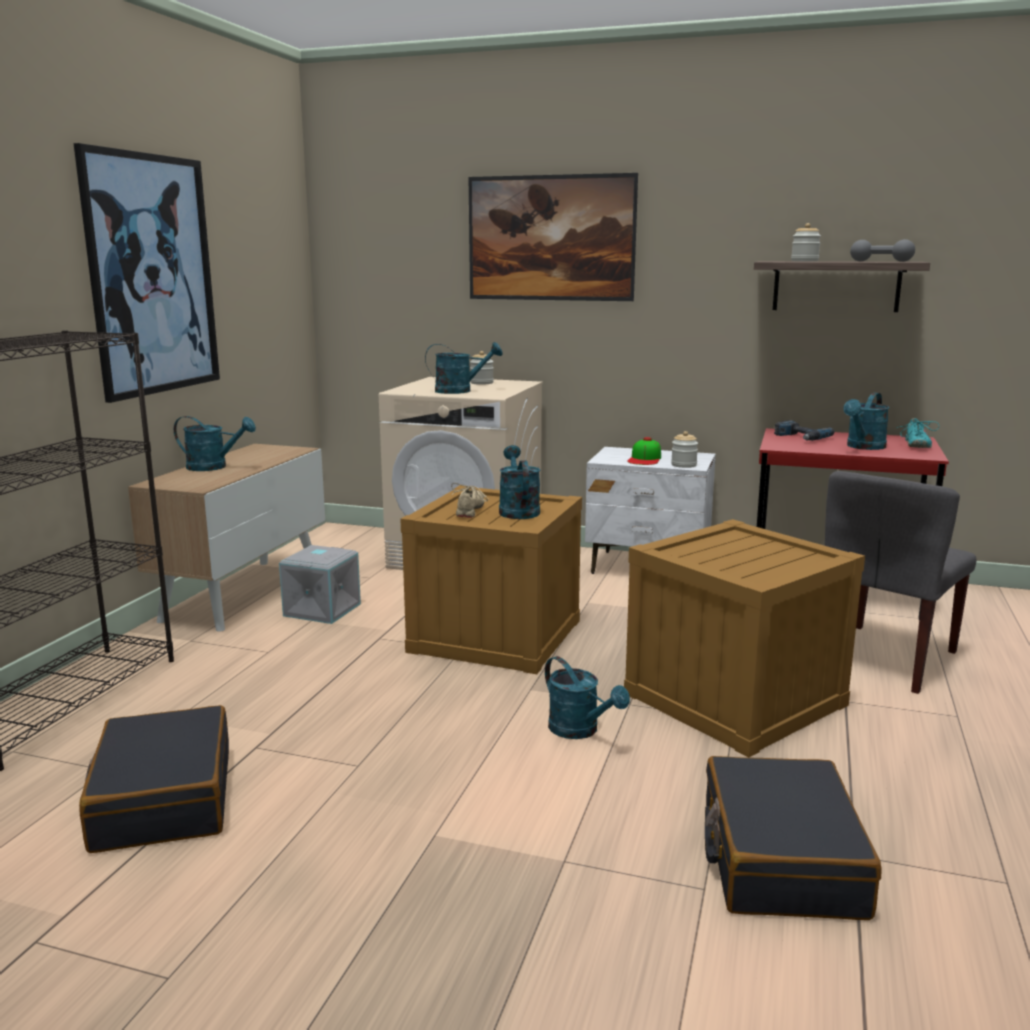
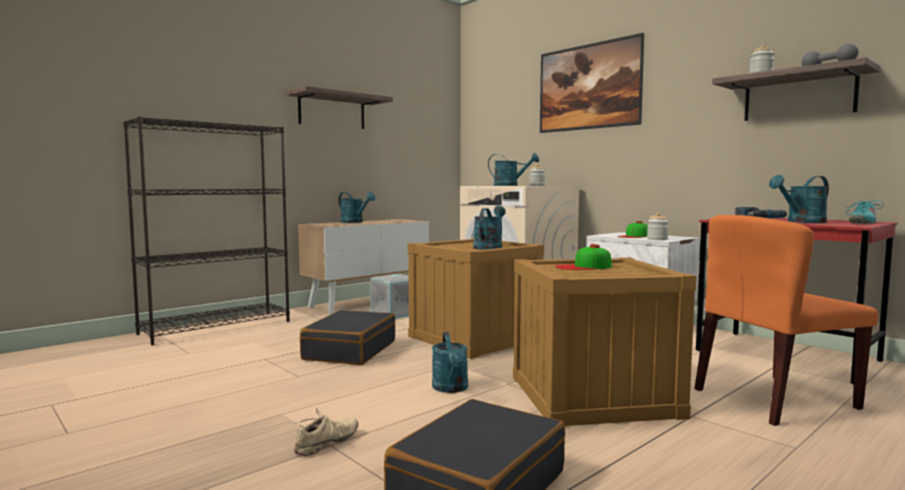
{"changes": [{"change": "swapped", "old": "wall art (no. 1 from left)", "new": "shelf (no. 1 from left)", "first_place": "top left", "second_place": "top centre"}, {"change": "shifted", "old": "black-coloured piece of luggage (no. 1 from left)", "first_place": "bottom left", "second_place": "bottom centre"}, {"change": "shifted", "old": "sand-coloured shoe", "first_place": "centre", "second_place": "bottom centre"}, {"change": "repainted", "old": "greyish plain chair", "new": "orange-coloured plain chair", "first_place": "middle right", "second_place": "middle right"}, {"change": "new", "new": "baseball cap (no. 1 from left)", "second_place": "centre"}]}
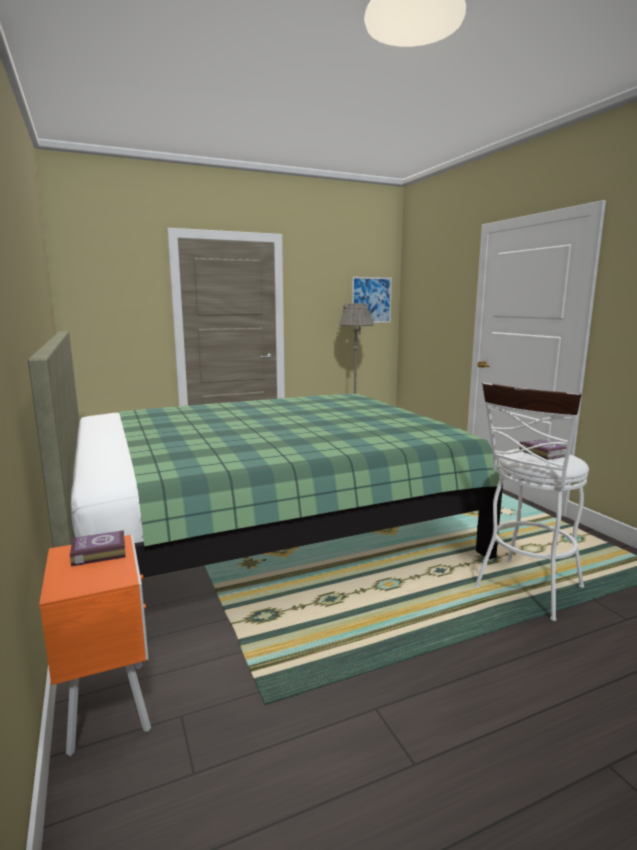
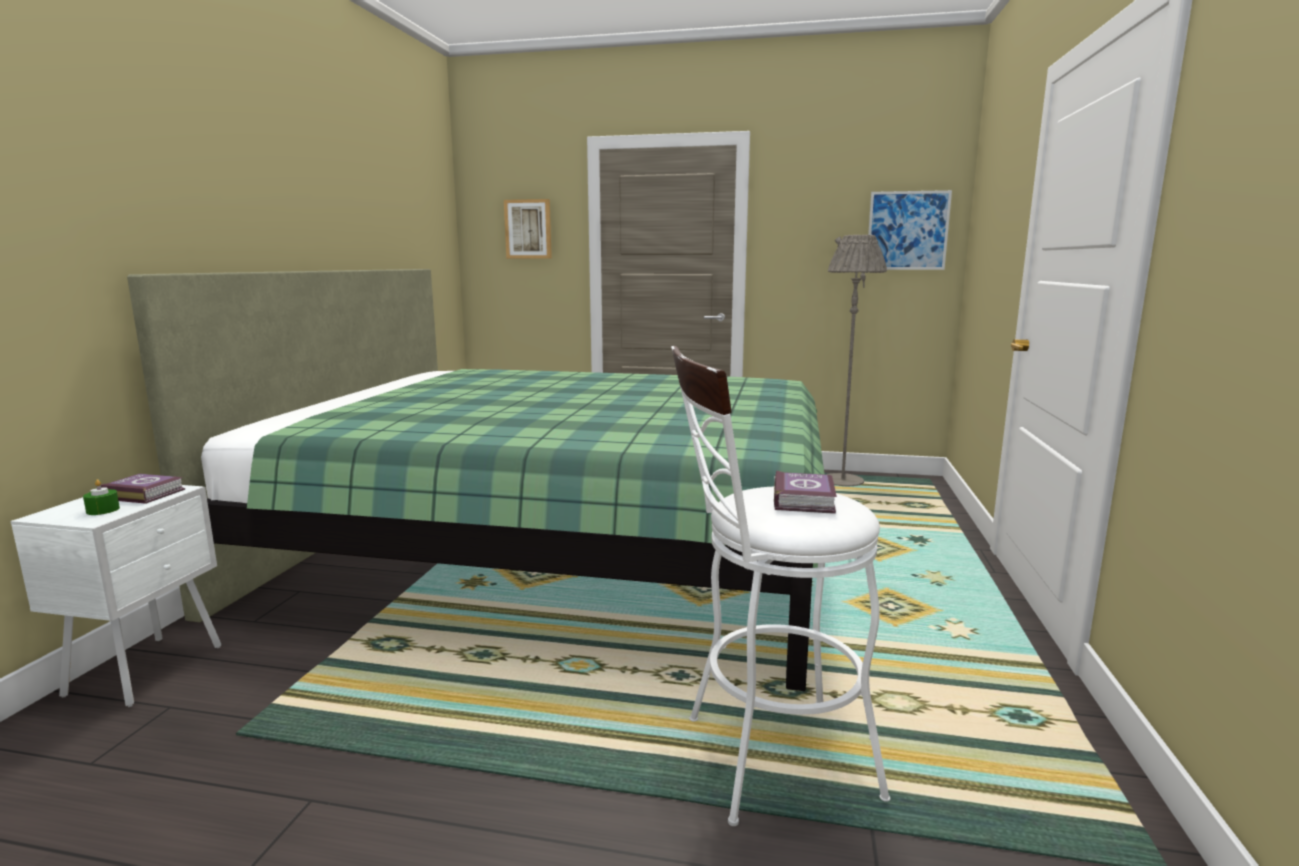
{"changes": [{"change": "repainted", "old": "orange-coloured night table", "new": "whitish night table", "first_place": "bottom left", "second_place": "bottom left"}, {"change": "new", "new": "green-coloured wax candle", "second_place": "middle left"}, {"change": "new", "new": "wall art (no. 1 from left)", "second_place": "top centre"}]}
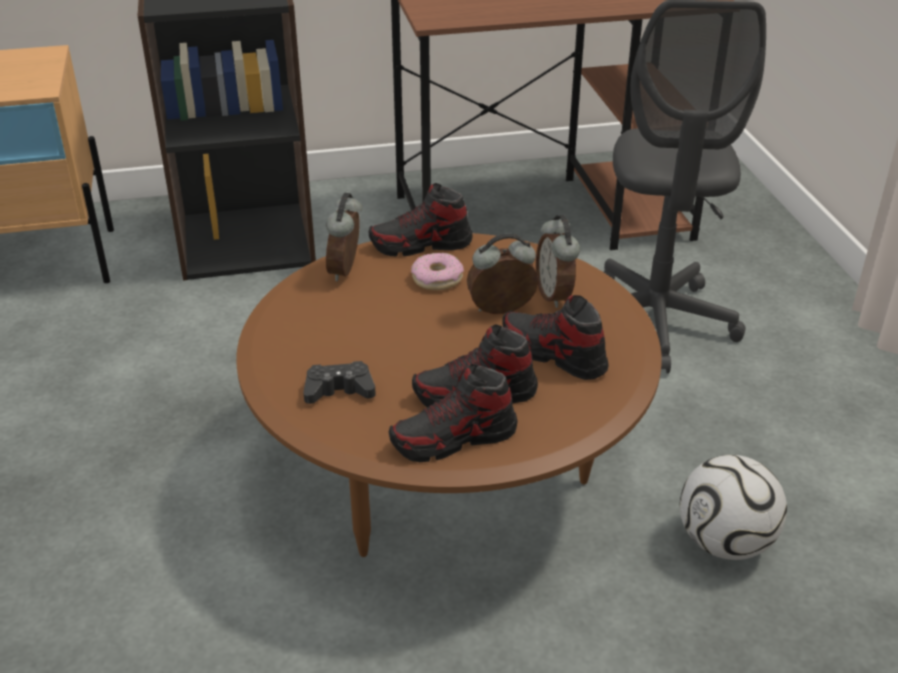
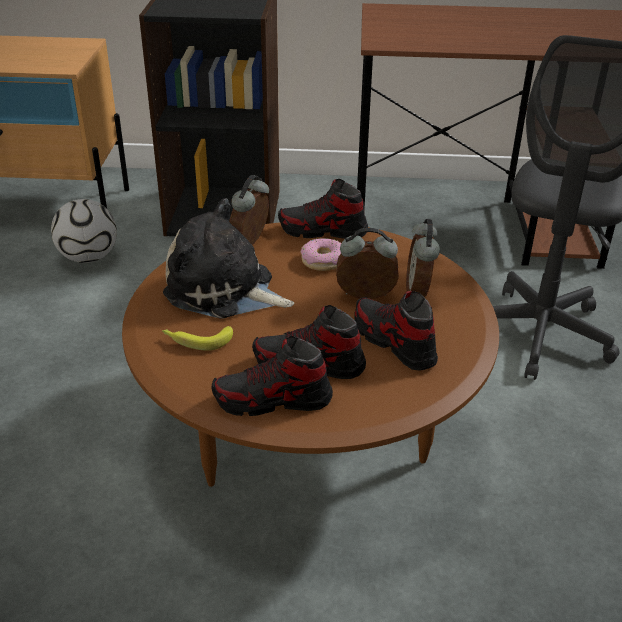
{"changes": [{"change": "swapped", "old": "black-coloured gamepad", "new": "banana", "first_place": "centre", "second_place": "middle left"}, {"change": "shifted", "old": "ball for football", "first_place": "bottom right", "second_place": "middle left"}, {"change": "new", "new": "plush toy", "second_place": "centre"}]}
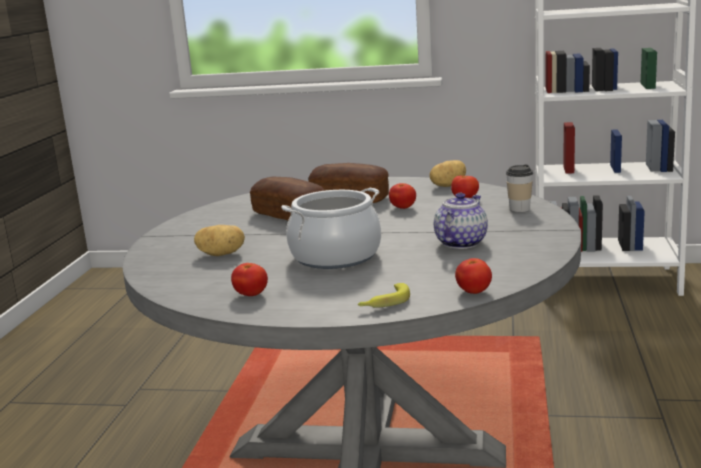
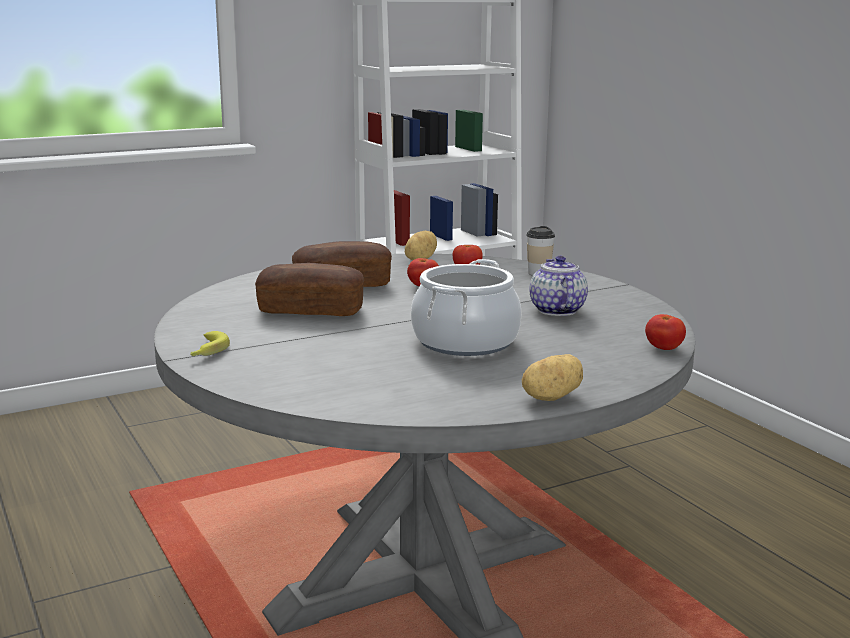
{"changes": [{"change": "shifted", "old": "potato (no. 1 from left in the first image)", "new": "potato (no. 2 from left)", "first_place": "middle left", "second_place": "centre"}, {"change": "gone", "old": "tomato (no. 1 from left)", "first_place": "centre"}, {"change": "shifted", "old": "banana", "first_place": "centre", "second_place": "middle left"}]}
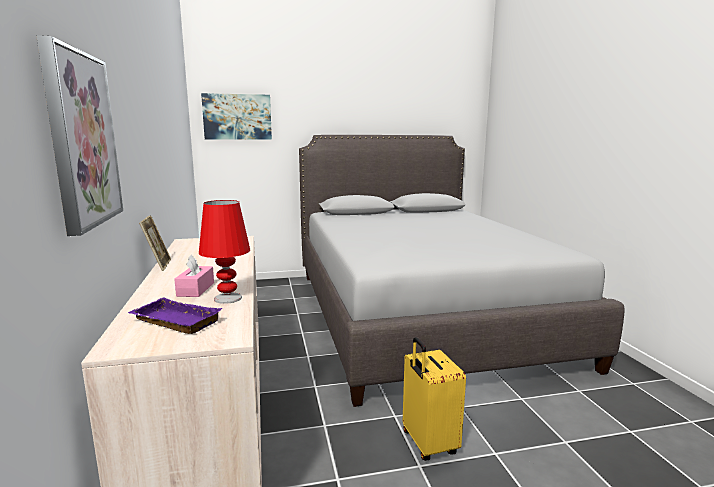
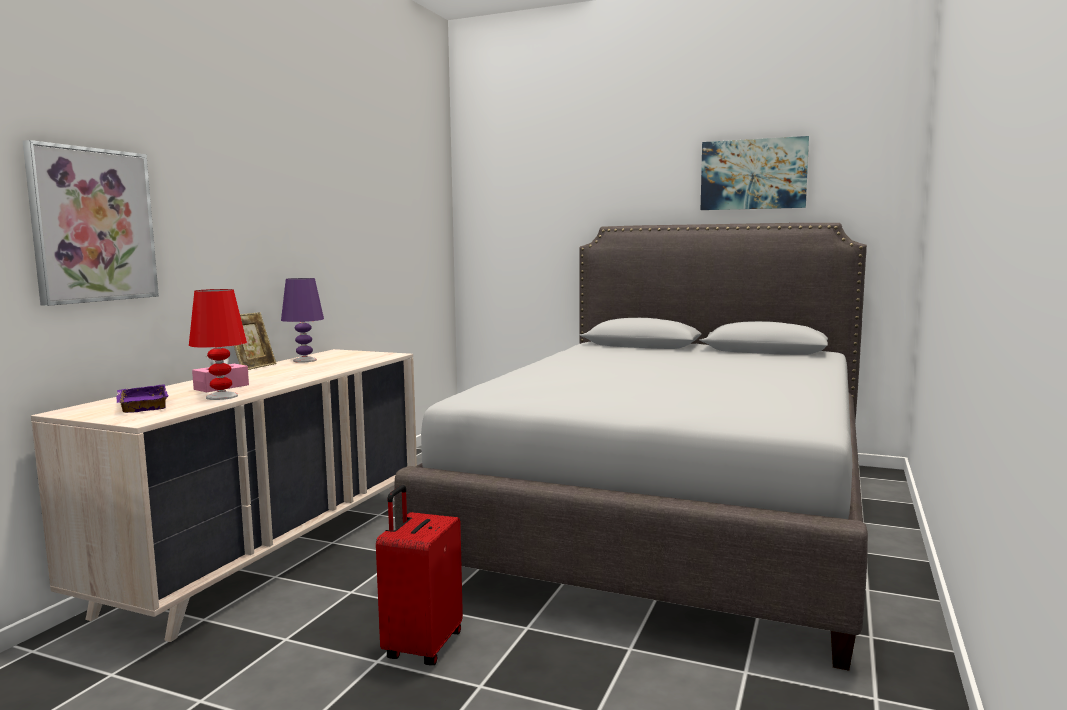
{"changes": [{"change": "shifted", "old": "wall art (no. 2 from left)", "first_place": "top left", "second_place": "top right"}, {"change": "repainted", "old": "yellow piece of luggage", "new": "reddish piece of luggage", "first_place": "bottom centre", "second_place": "bottom centre"}, {"change": "new", "new": "purplish lamp for a table", "second_place": "middle left"}]}
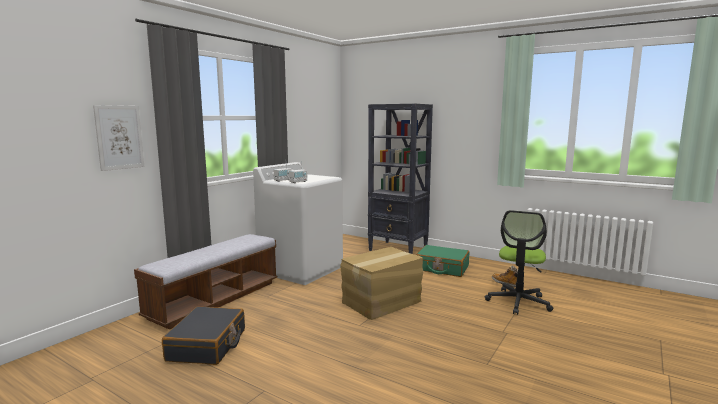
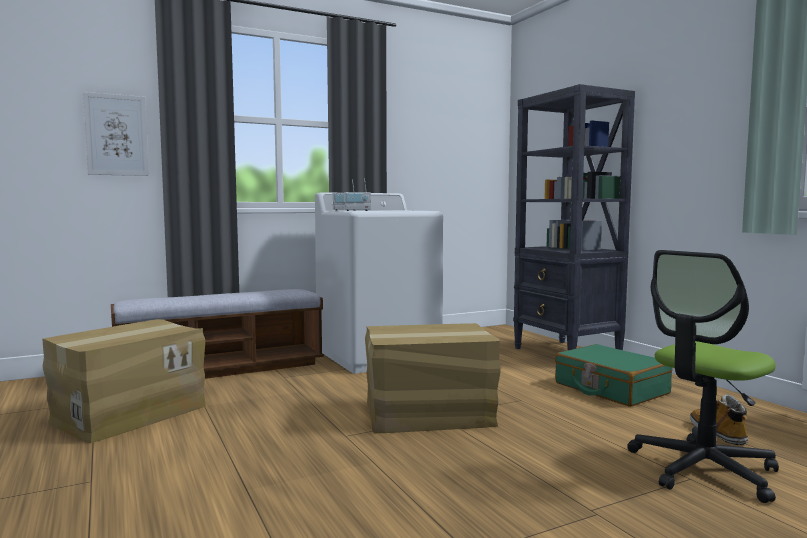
{"changes": [{"change": "swapped", "old": "black-coloured piece of luggage", "new": "carton (no. 1 from left)", "first_place": "bottom left", "second_place": "bottom left"}]}
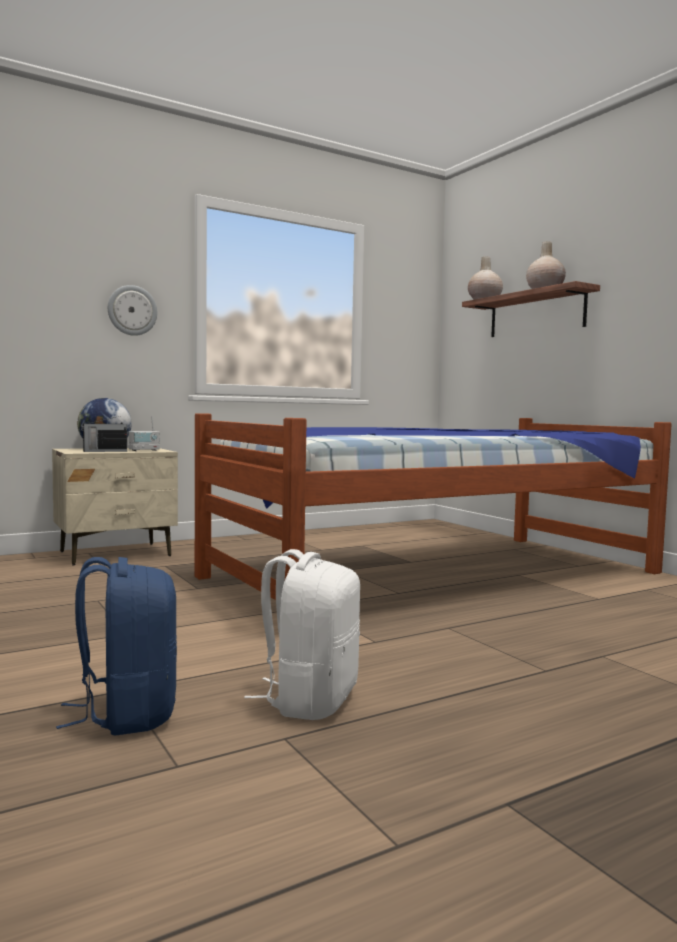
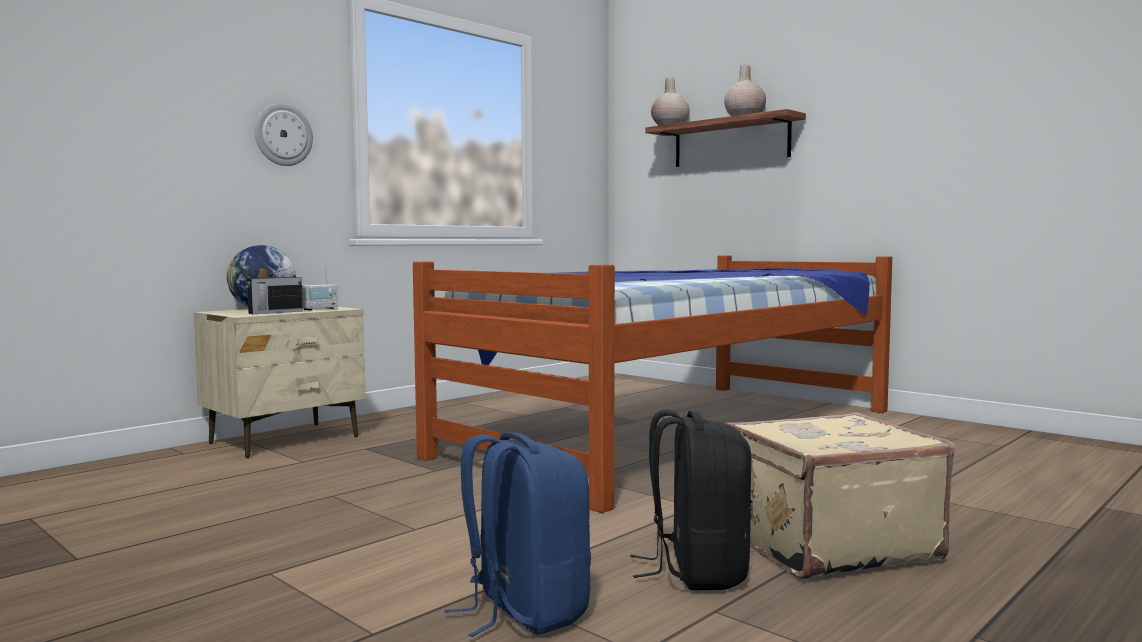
{"changes": [{"change": "repainted", "old": "whitish rucksack", "new": "black-coloured rucksack", "first_place": "bottom centre", "second_place": "bottom centre"}, {"change": "new", "new": "sand-coloured piece of luggage", "second_place": "bottom right"}]}
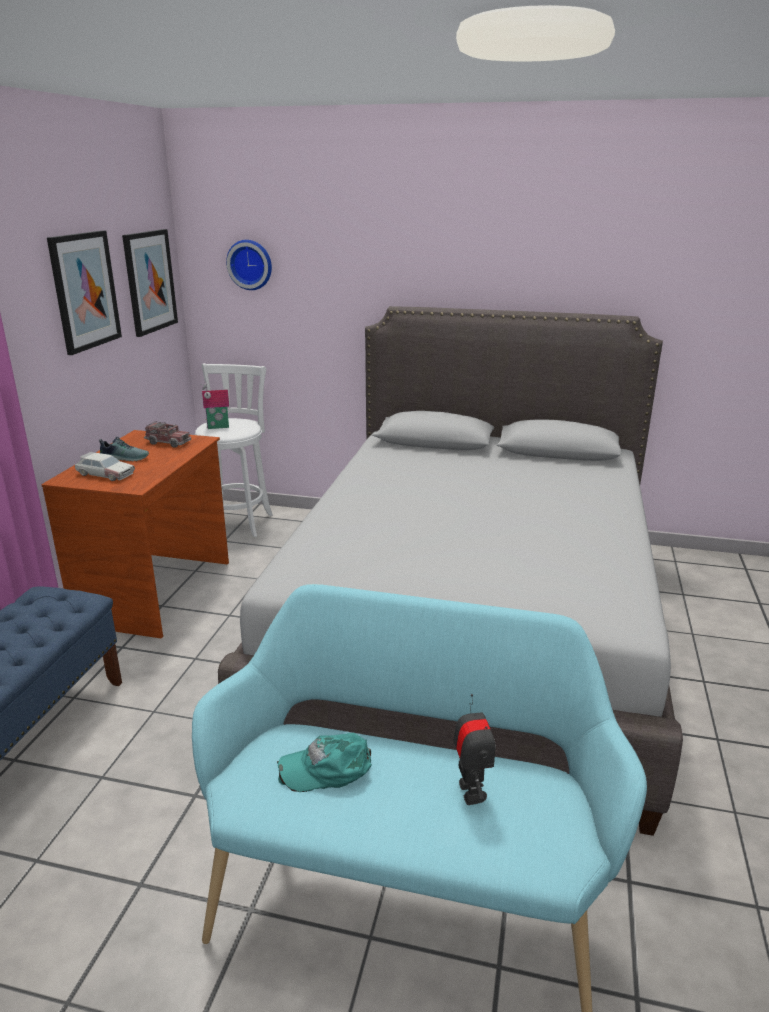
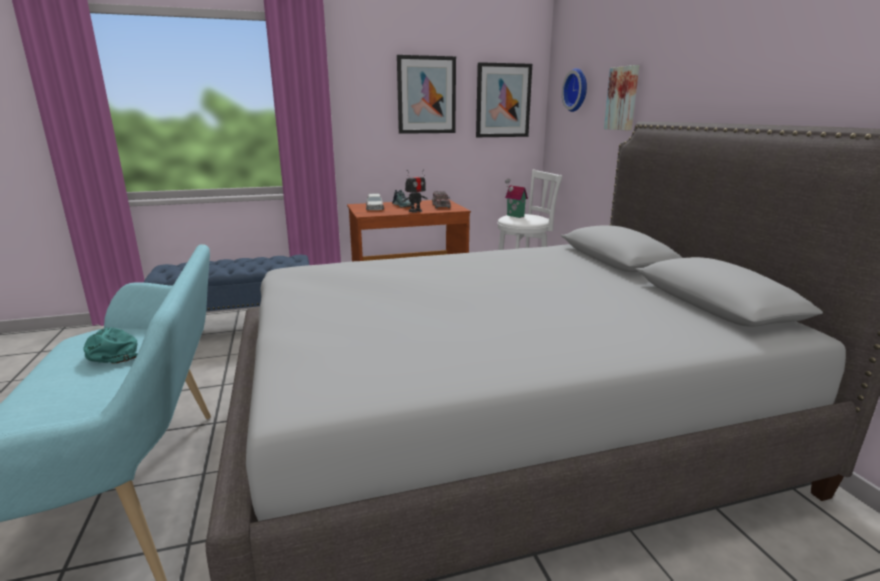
{"changes": [{"change": "shifted", "old": "model robot", "first_place": "bottom centre", "second_place": "top centre"}, {"change": "new", "new": "wall art (no. 3 from left)", "second_place": "top right"}]}
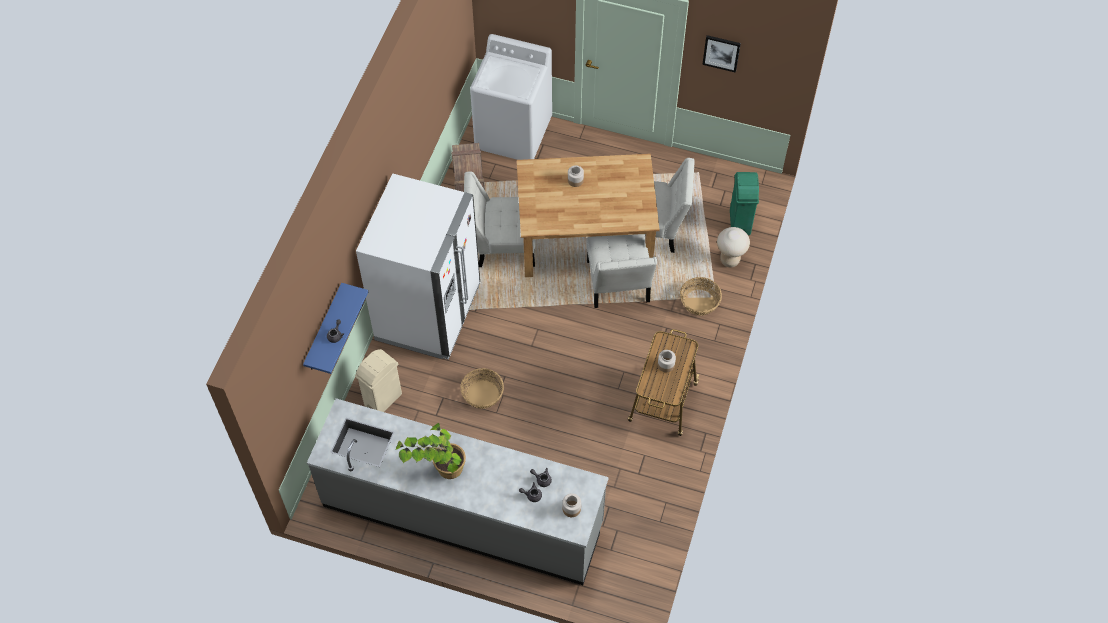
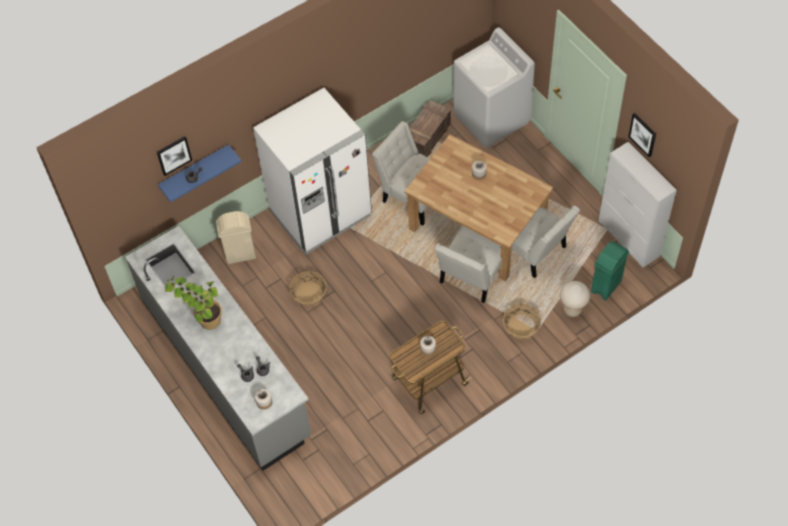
{"changes": [{"change": "new", "new": "wall art (no. 1 from left)", "second_place": "top left"}, {"change": "new", "new": "whitish cabinet", "second_place": "middle right"}]}
